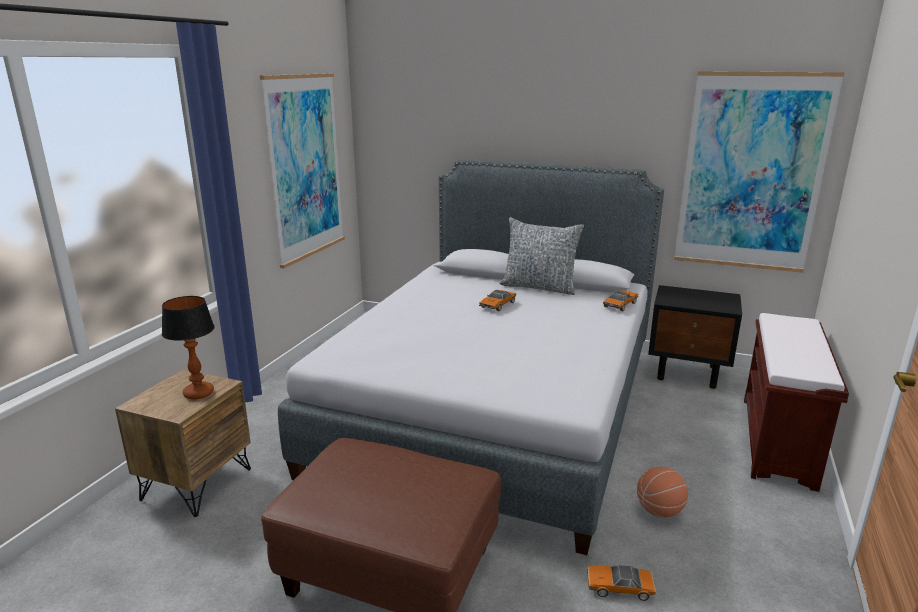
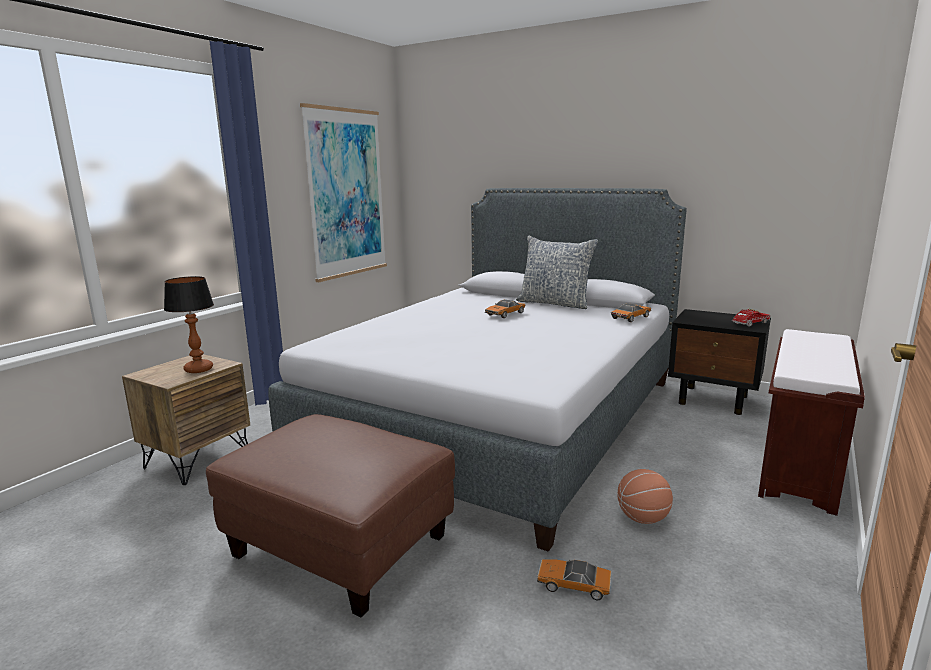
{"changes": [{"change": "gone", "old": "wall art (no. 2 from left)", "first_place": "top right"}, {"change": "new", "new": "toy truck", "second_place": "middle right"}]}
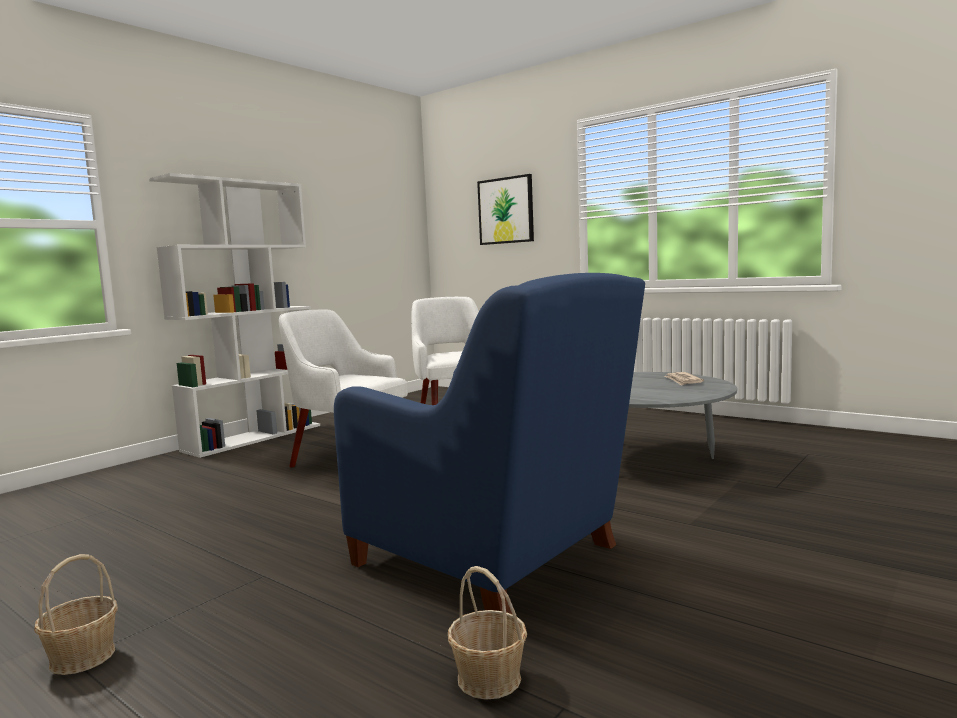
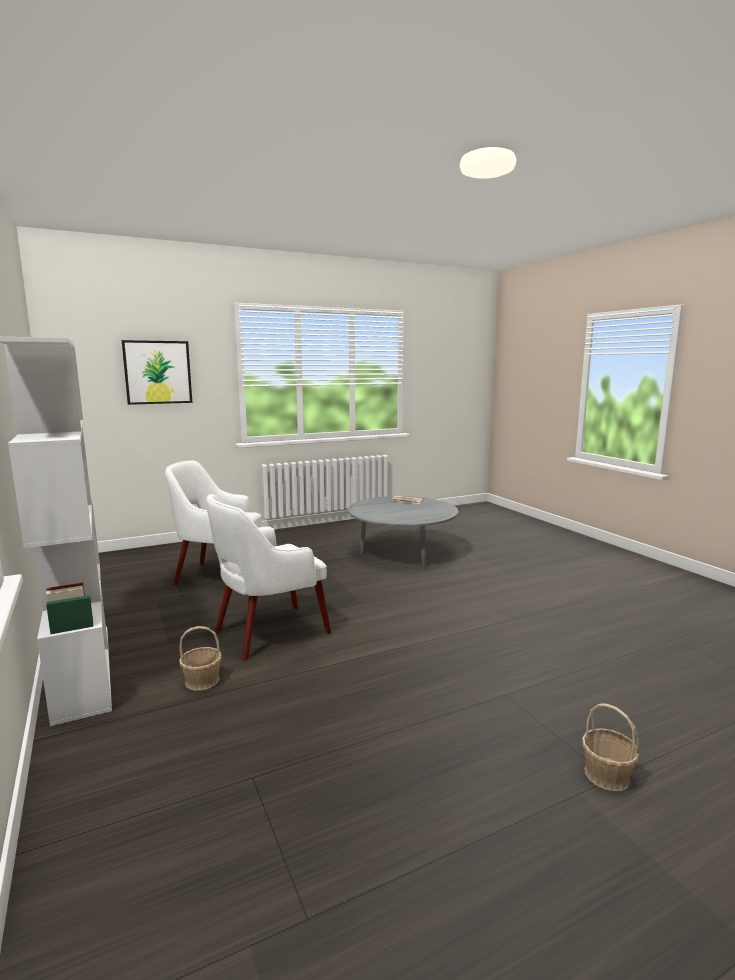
{"changes": [{"change": "gone", "old": "blue lounge chair", "first_place": "centre"}, {"change": "shifted", "old": "household basket (no. 2 from left in the first image)", "new": "household basket (no. 1 from left)", "first_place": "bottom centre", "second_place": "bottom left"}]}
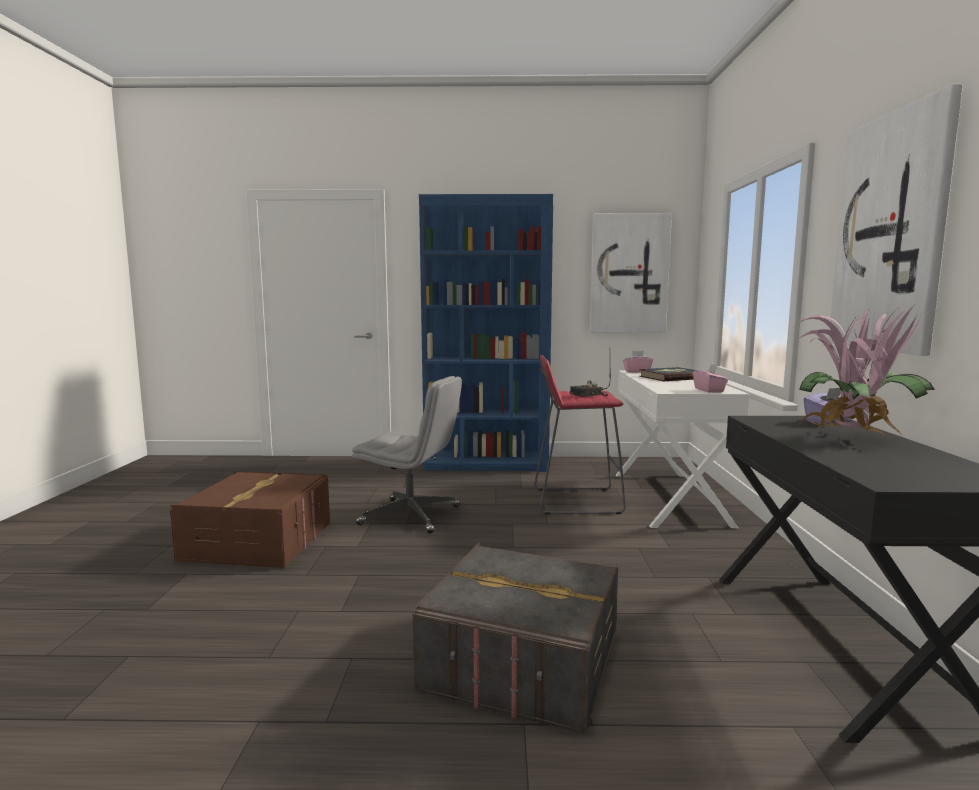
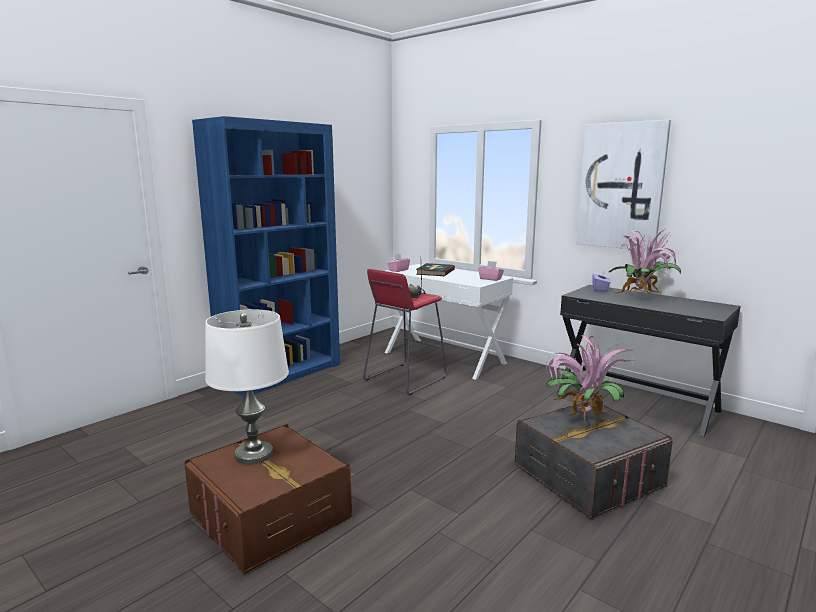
{"changes": [{"change": "gone", "old": "greyish office chair", "first_place": "centre"}, {"change": "gone", "old": "wall art (no. 1 from left)", "first_place": "centre"}, {"change": "new", "new": "whitish lamp for a table", "second_place": "middle left"}, {"change": "new", "new": "plant in a pot (no. 1 from left)", "second_place": "middle right"}]}
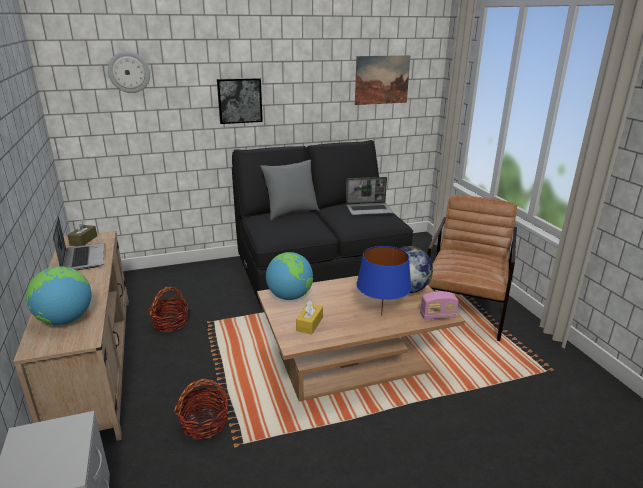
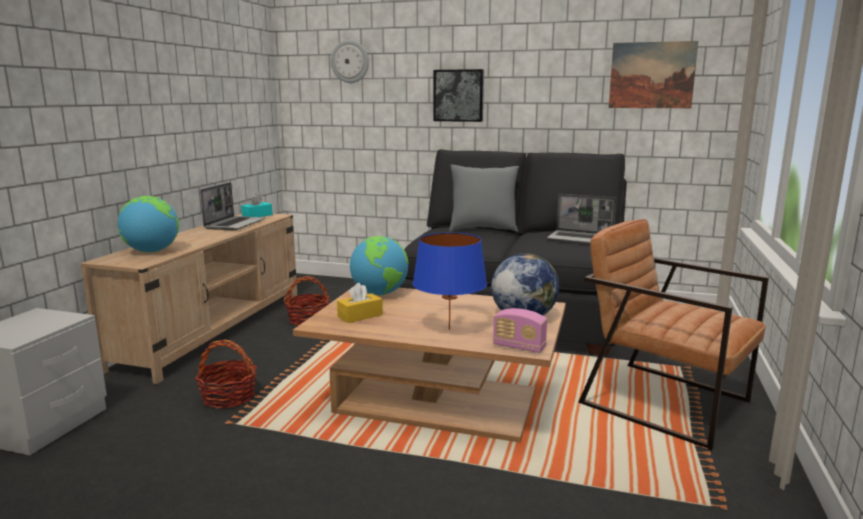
{"changes": [{"change": "repainted", "old": "brownish tissue holder", "new": "turquoise-coloured tissue holder", "first_place": "middle left", "second_place": "middle left"}, {"change": "rotated", "old": "brownish lounge chair", "first_place": "middle right", "second_place": "middle right", "degrees": -105}]}
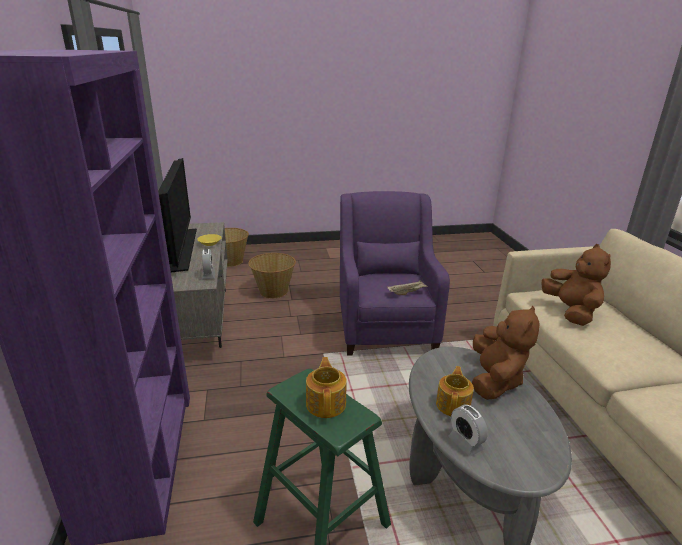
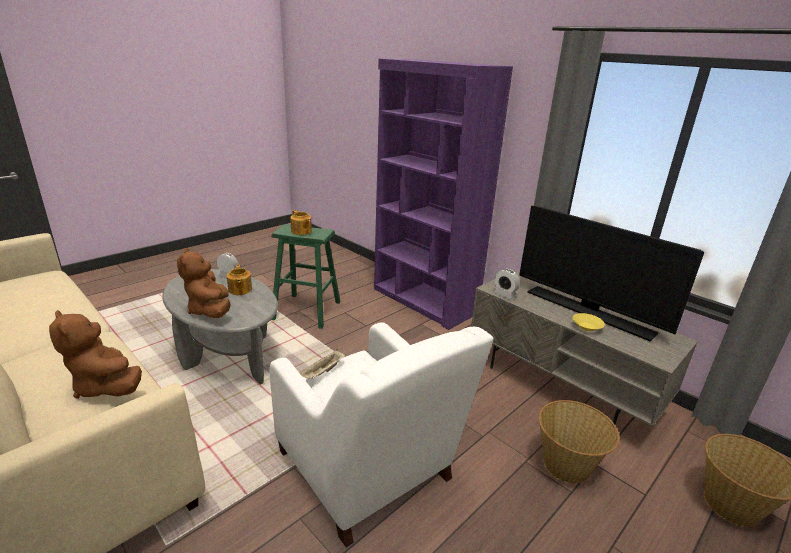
{"changes": [{"change": "repainted", "old": "purplish lounge chair", "new": "whitish lounge chair", "first_place": "centre", "second_place": "bottom centre"}]}
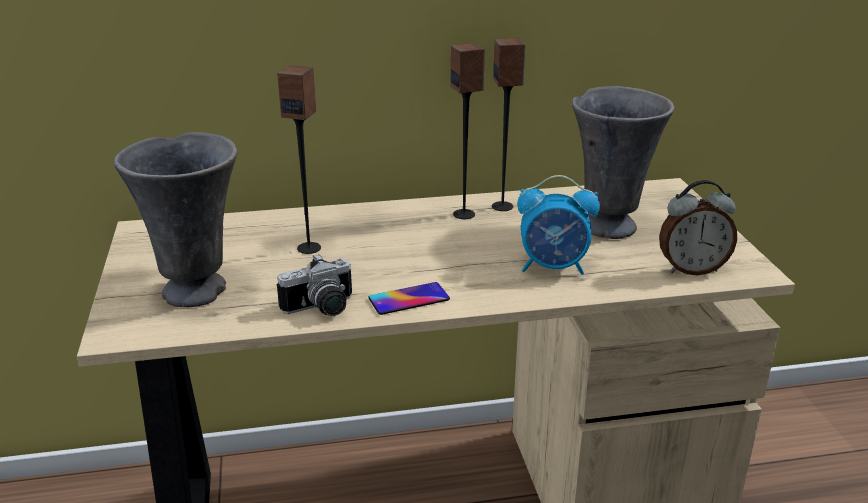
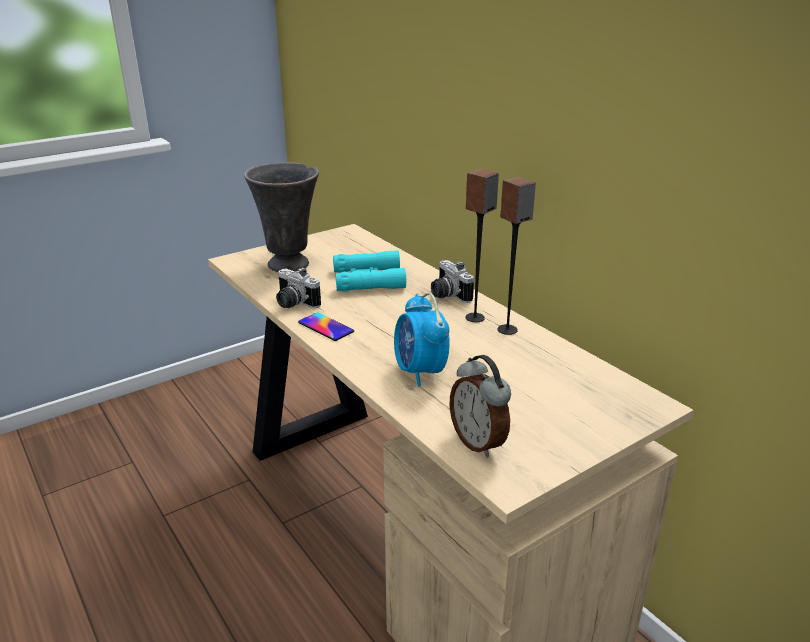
{"changes": [{"change": "swapped", "old": "audio speaker (no. 1 from left)", "new": "turquoise-coloured binoculars", "first_place": "top centre", "second_place": "centre"}, {"change": "gone", "old": "greyish decorative vase (no. 2 from left)", "first_place": "top right"}, {"change": "new", "new": "photo camera (no. 2 from left)", "second_place": "centre"}]}
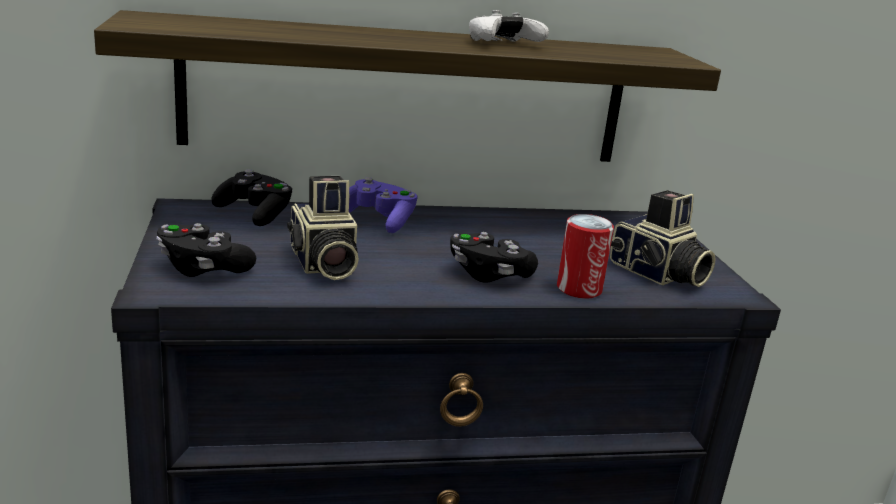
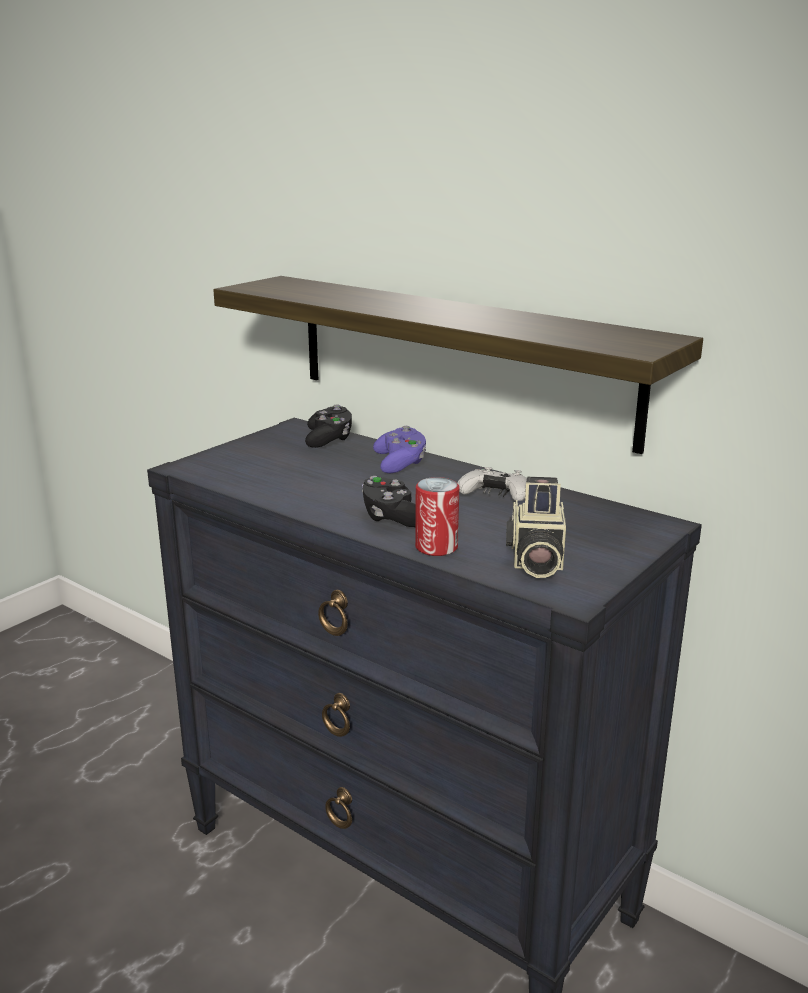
{"changes": [{"change": "gone", "old": "black-coloured gamepad (no. 1 from left)", "first_place": "middle left"}, {"change": "gone", "old": "photo camera (no. 1 from left)", "first_place": "centre"}, {"change": "shifted", "old": "whitish gamepad", "first_place": "top centre", "second_place": "centre"}]}
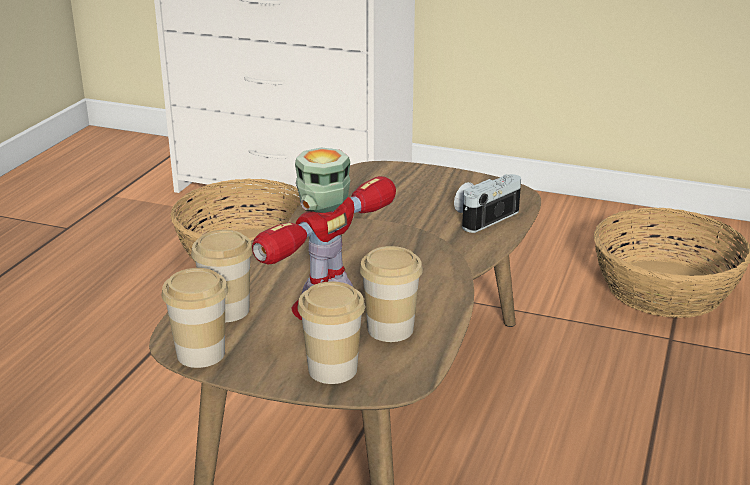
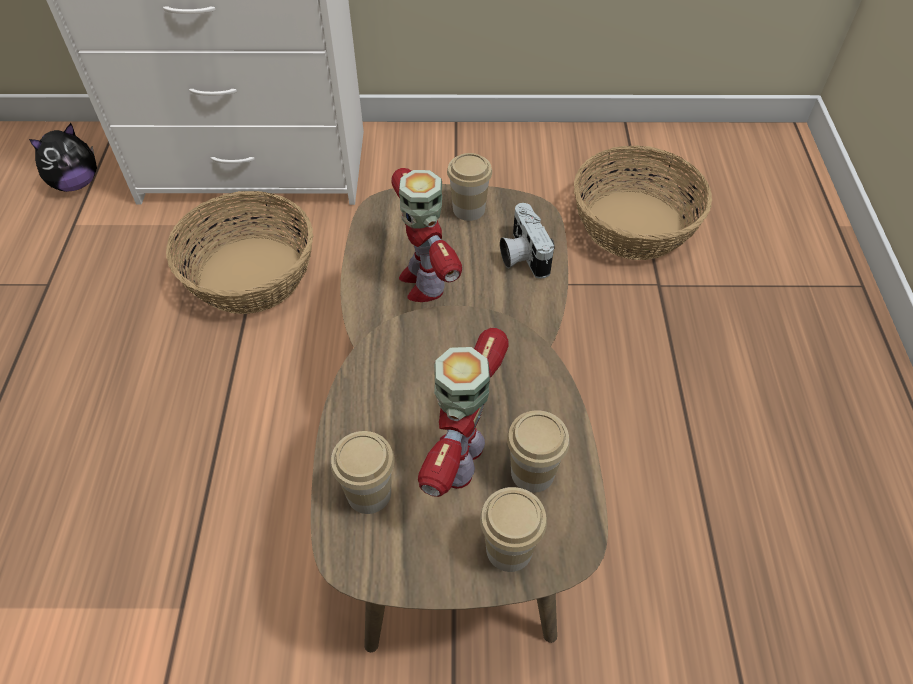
{"changes": [{"change": "shifted", "old": "drinking cup (no. 1 from left in the first image)", "new": "drinking cup (no. 2 from left)", "first_place": "middle left", "second_place": "top centre"}, {"change": "rotated", "old": "photo camera", "first_place": "centre", "second_place": "centre", "degrees": -45}, {"change": "new", "new": "plush toy", "second_place": "top left"}, {"change": "new", "new": "model robot (no. 1 from left)", "second_place": "centre"}]}
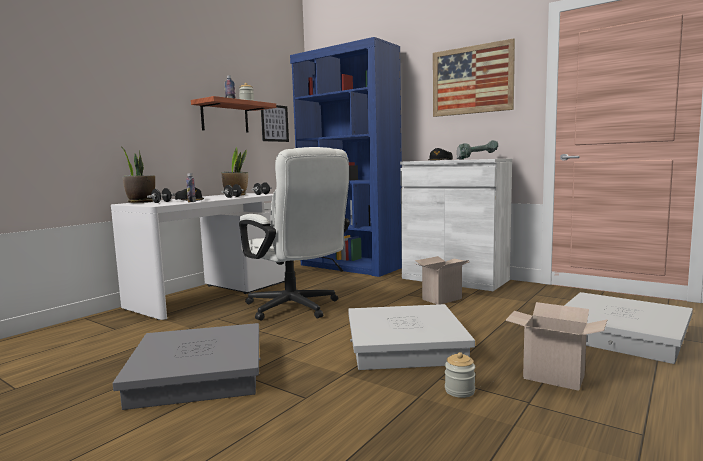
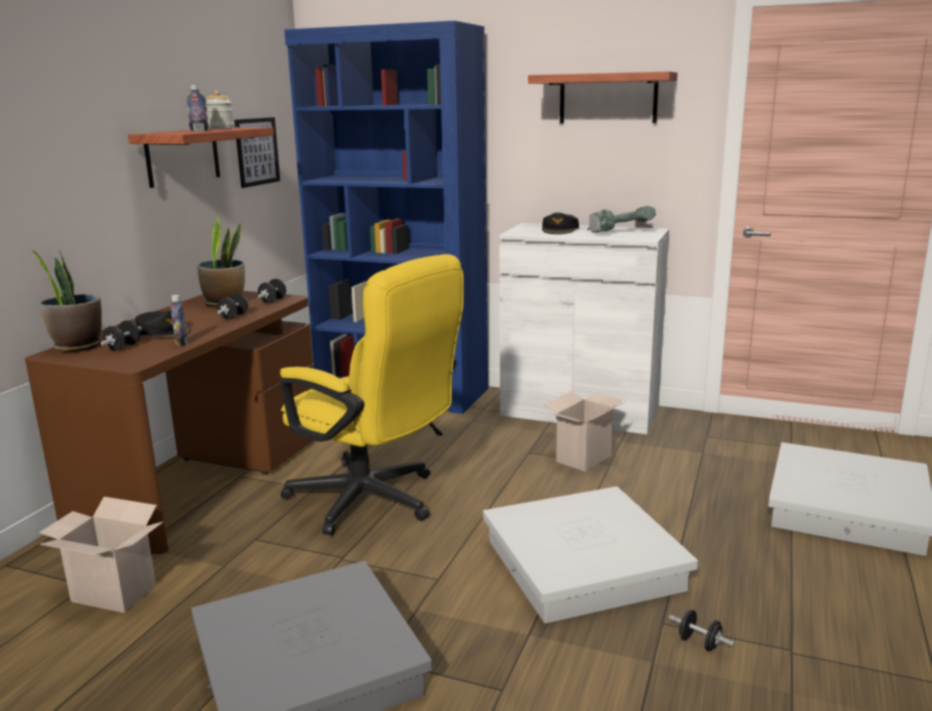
{"changes": [{"change": "repainted", "old": "whitish desk unit", "new": "brownish desk unit", "first_place": "middle left", "second_place": "middle left"}, {"change": "repainted", "old": "whitish office chair", "new": "yellow office chair", "first_place": "centre", "second_place": "centre"}, {"change": "swapped", "old": "wall art (no. 2 from left)", "new": "shelf (no. 2 from left)", "first_place": "top right", "second_place": "top centre"}, {"change": "swapped", "old": "preserve jar (no. 2 from left)", "new": "black-coloured dumbbell (no. 4 from left)", "first_place": "bottom centre", "second_place": "bottom right"}, {"change": "shifted", "old": "carton (no. 2 from left in the first image)", "new": "carton (no. 1 from left)", "first_place": "bottom right", "second_place": "bottom left"}]}
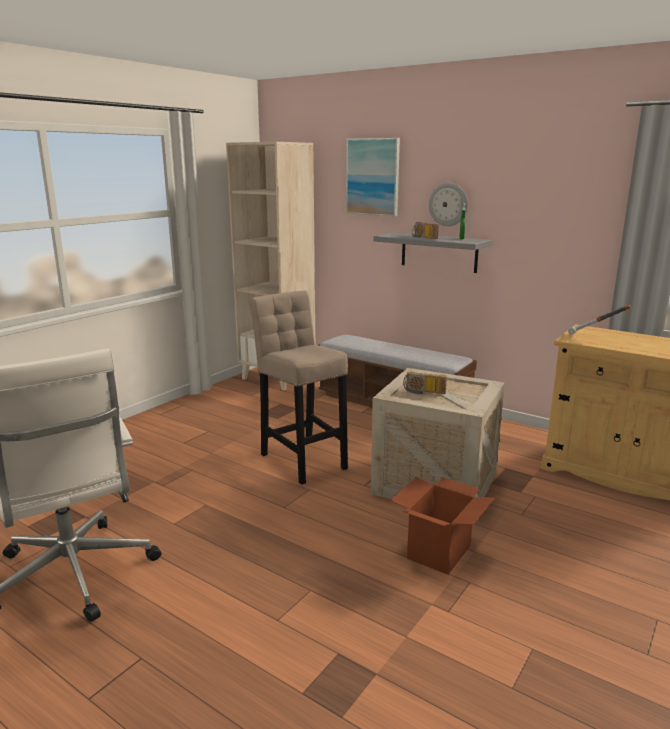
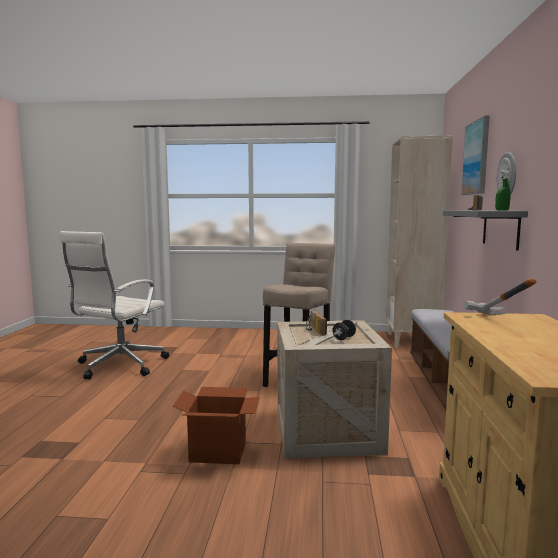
{"changes": [{"change": "new", "new": "black-coloured dumbbell", "second_place": "centre"}]}
